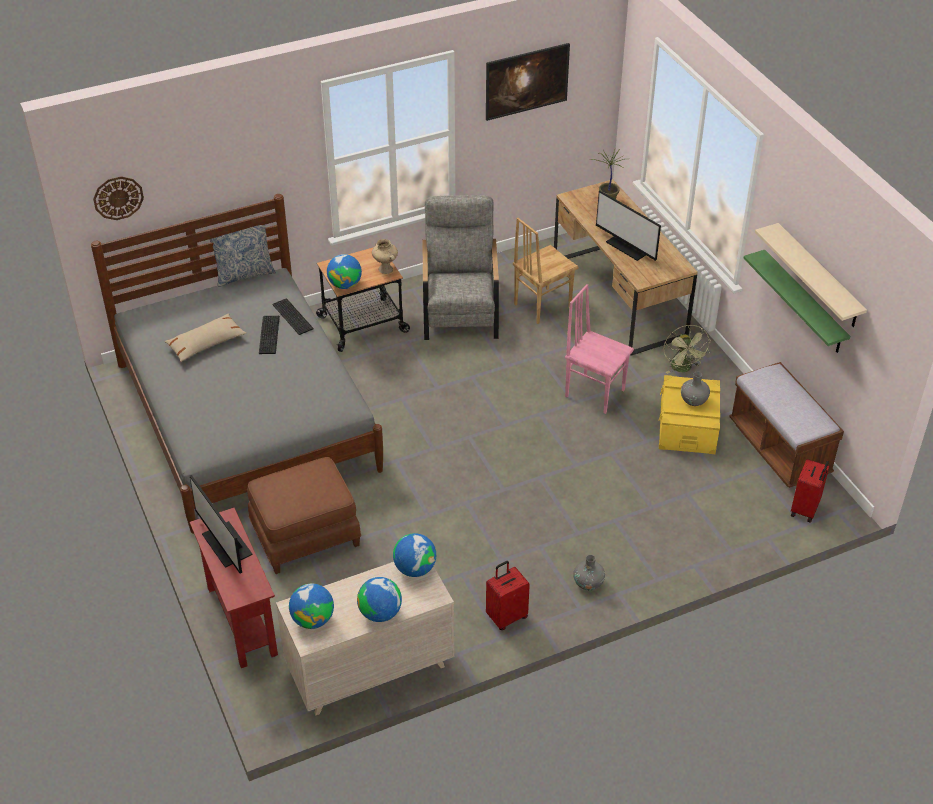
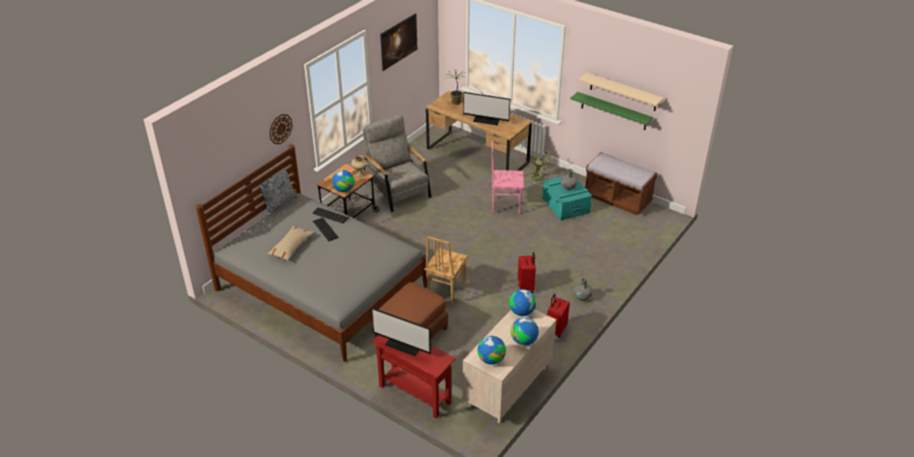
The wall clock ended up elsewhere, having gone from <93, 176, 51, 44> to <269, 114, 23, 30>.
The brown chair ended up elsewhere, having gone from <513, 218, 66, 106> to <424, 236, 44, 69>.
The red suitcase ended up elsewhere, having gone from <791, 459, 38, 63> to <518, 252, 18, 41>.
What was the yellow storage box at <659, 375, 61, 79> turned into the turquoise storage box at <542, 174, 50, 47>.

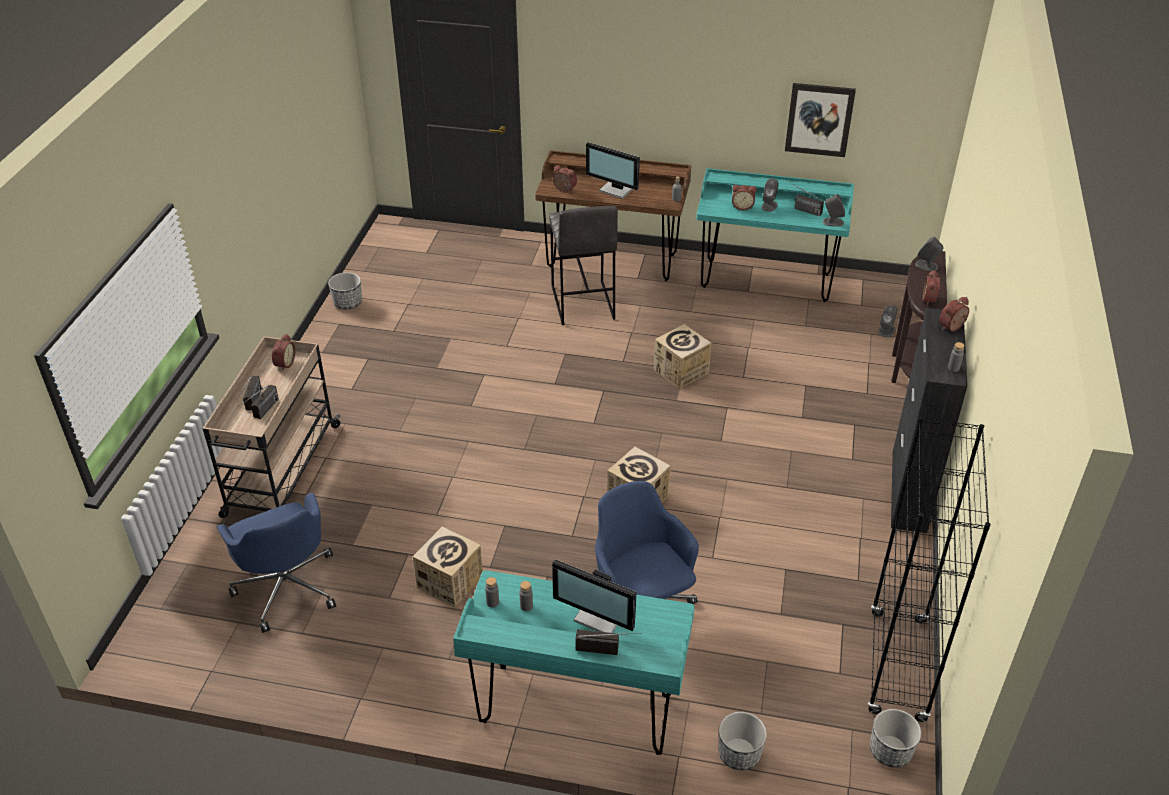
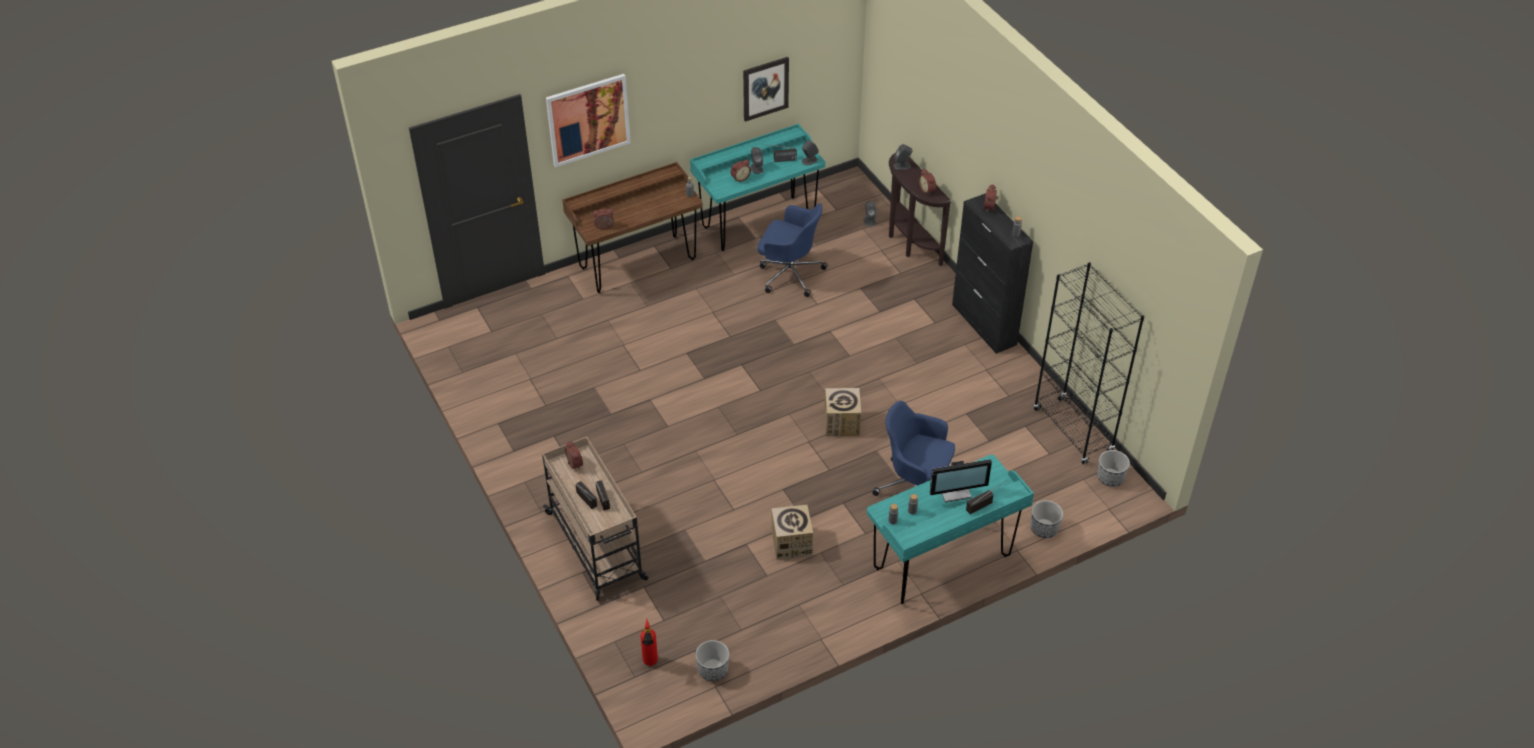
The second view lost the grey stool at <549, 206, 69, 119>.
The second view lost the monitor at <586, 142, 54, 57>.
The second view lost the cardboard box at <654, 324, 57, 65>.
The second view gained the picture at <546, 74, 85, 93>.
The second view gained the fire extinguisher at <641, 619, 17, 47>.
The blue office chair ended up elsewhere, having gone from <217, 493, 119, 140> to <757, 203, 71, 94>.
The planter ended up elsewhere, having gone from <328, 272, 34, 37> to <695, 640, 34, 41>.

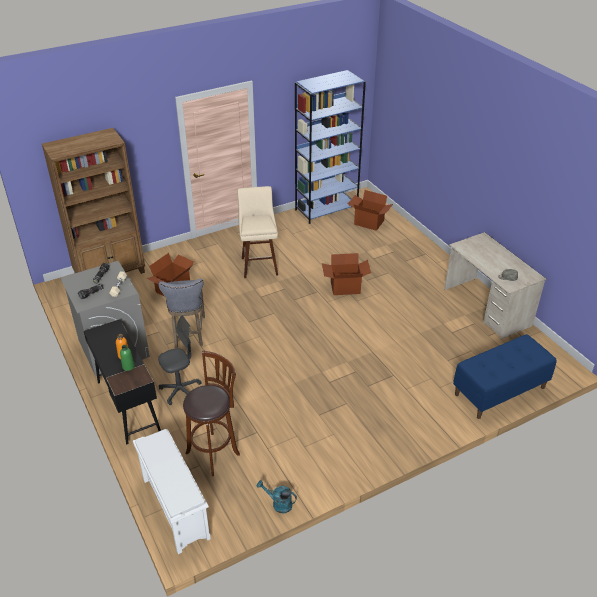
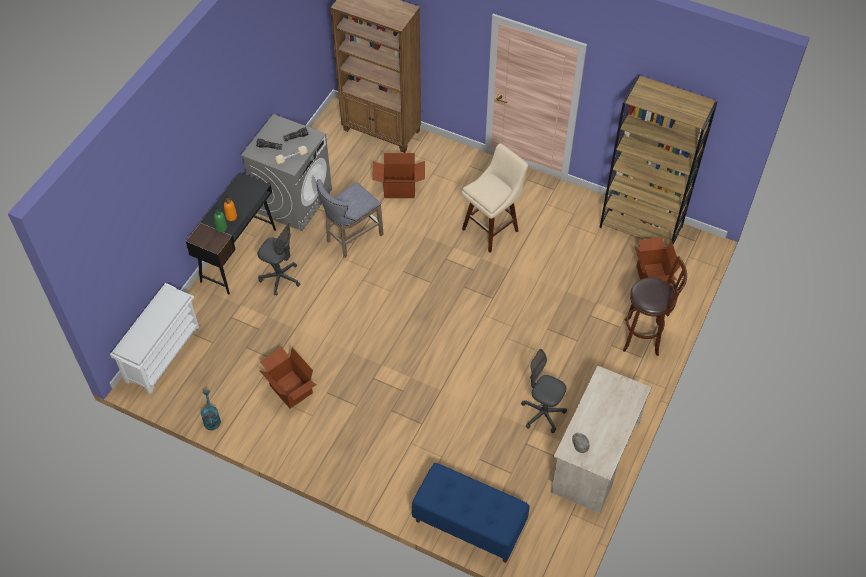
The second view gained the grey office chair at <521, 349, 46, 84>.
The brown stool ended up elsewhere, having gone from <183, 351, 57, 125> to <623, 256, 64, 100>.
The cardboard box ended up elsewhere, having gone from <322, 253, 49, 42> to <259, 347, 57, 62>.
What was the blue bookcase at <295, 70, 71, 154> turned into the brown bookcase at <599, 76, 118, 172>.

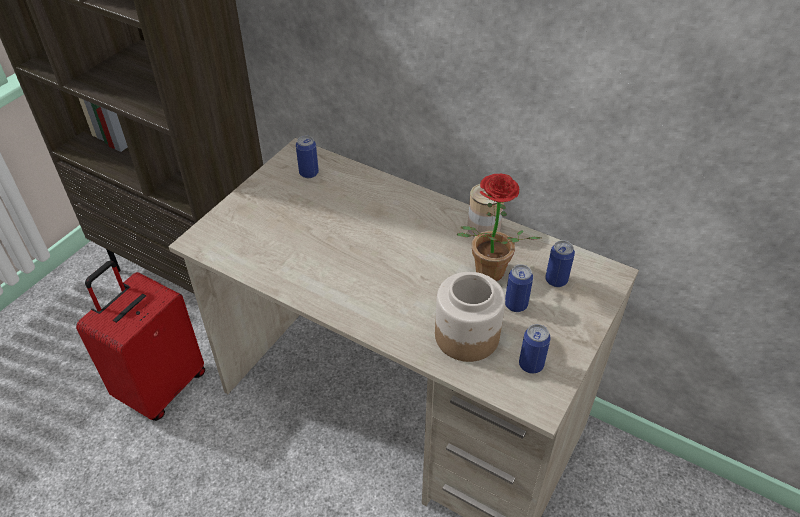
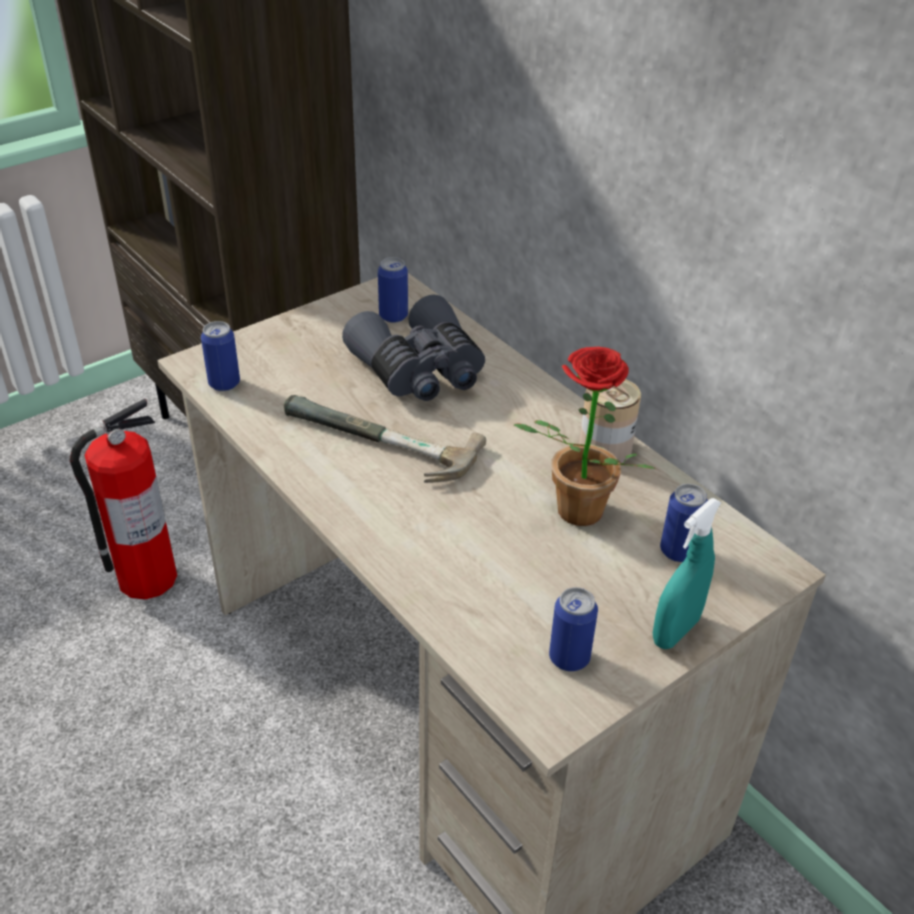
The second view lost the jar at <435, 272, 70, 90>.
The second view gained the hammer at <284, 395, 202, 88>.
The second view gained the grey binoculars at <342, 295, 143, 106>.
The second view gained the turquoise spray bottle at <653, 498, 69, 151>.
The can ended up elsewhere, having gone from <505, 264, 28, 48> to <201, 321, 39, 70>.
Where the red suitcase stood at <76, 260, 129, 161>, the fire extinguisher came to stand at <69, 399, 108, 201>.

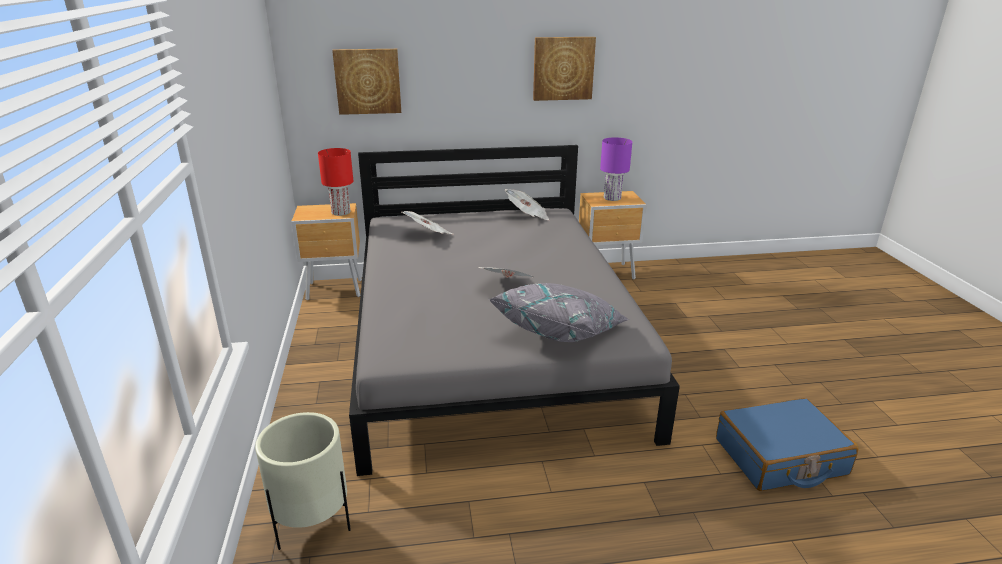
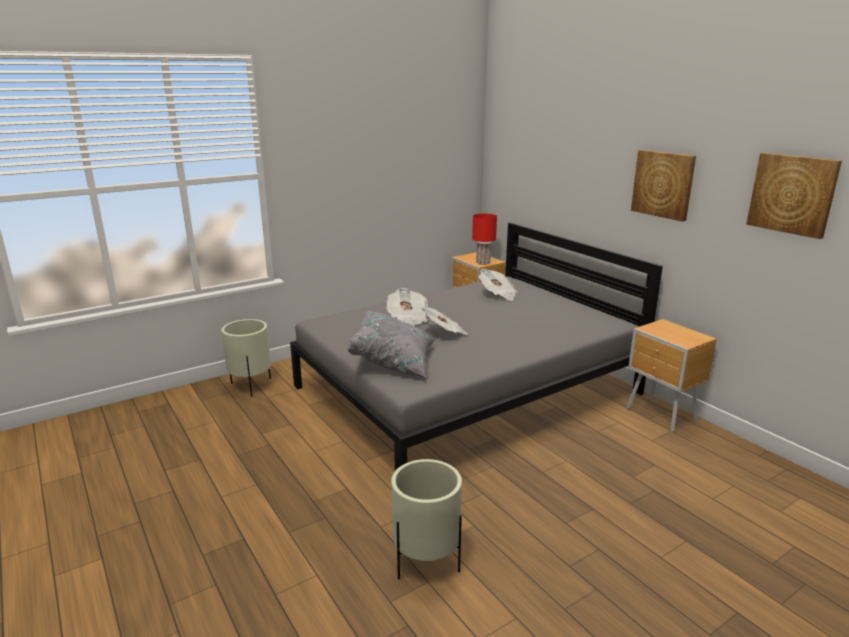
The second view lost the purple table lamp at <600, 137, 32, 64>.
The picture ended up elsewhere, having gone from <332, 49, 69, 66> to <746, 153, 96, 86>.
The newspaper ended up elsewhere, having gone from <505, 189, 44, 31> to <386, 288, 42, 38>.
Where the blue suitcase stood at <716, 398, 143, 93>, the beige planter came to stand at <391, 459, 71, 120>.

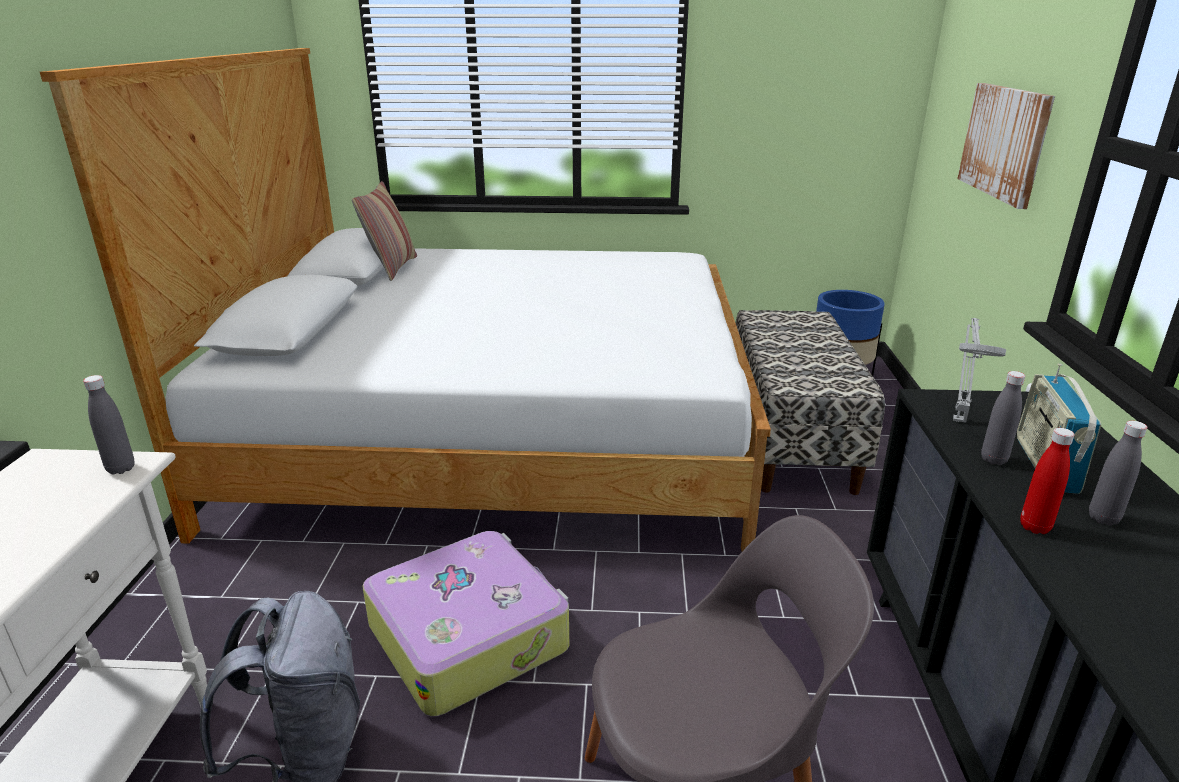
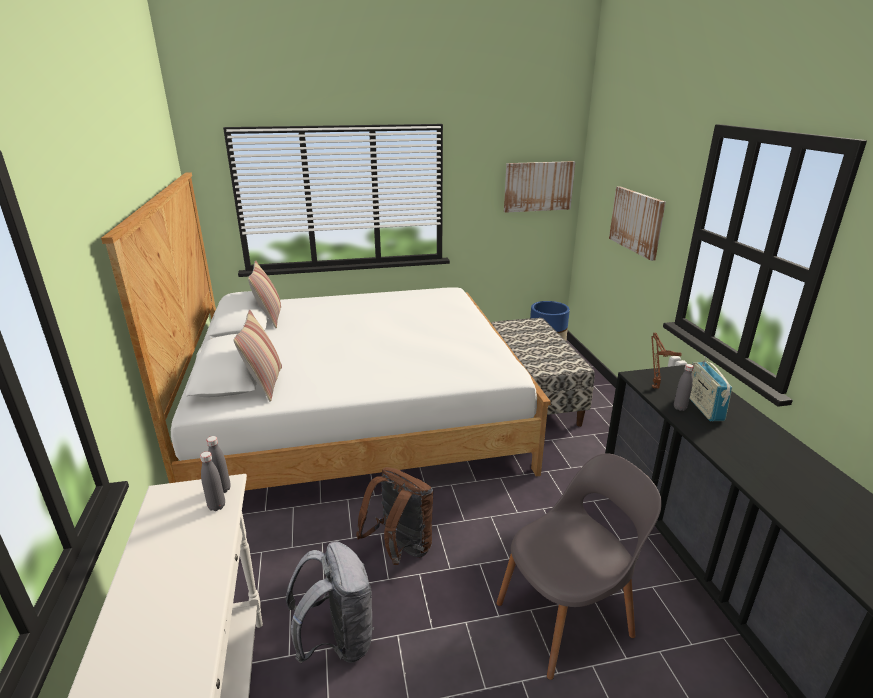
The second view lost the red bottle at <1020, 428, 55, 106>.
The second view gained the pillow at <234, 310, 48, 92>.
The second view gained the picture at <504, 161, 71, 52>.
The grey bottle ended up elsewhere, having gone from <1089, 421, 59, 105> to <200, 451, 25, 60>.
Where the suitcase stood at <362, 531, 207, 186>, the brown backpack came to stand at <356, 467, 77, 98>.
What was the grey table lamp at <953, 318, 53, 105> turned into the brown table lamp at <651, 332, 31, 56>.

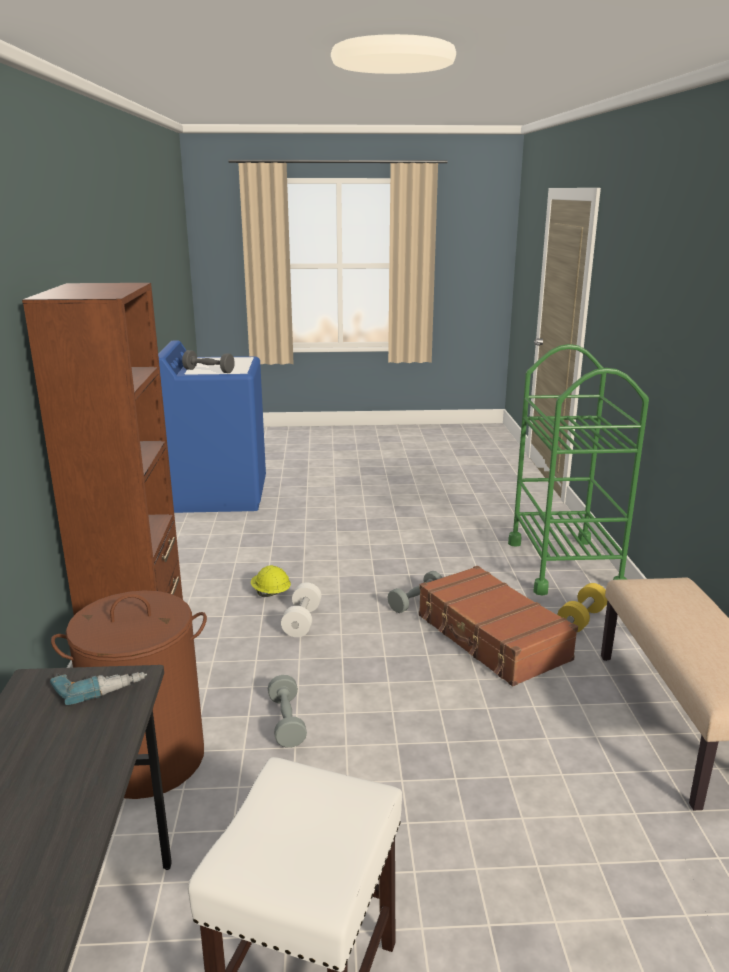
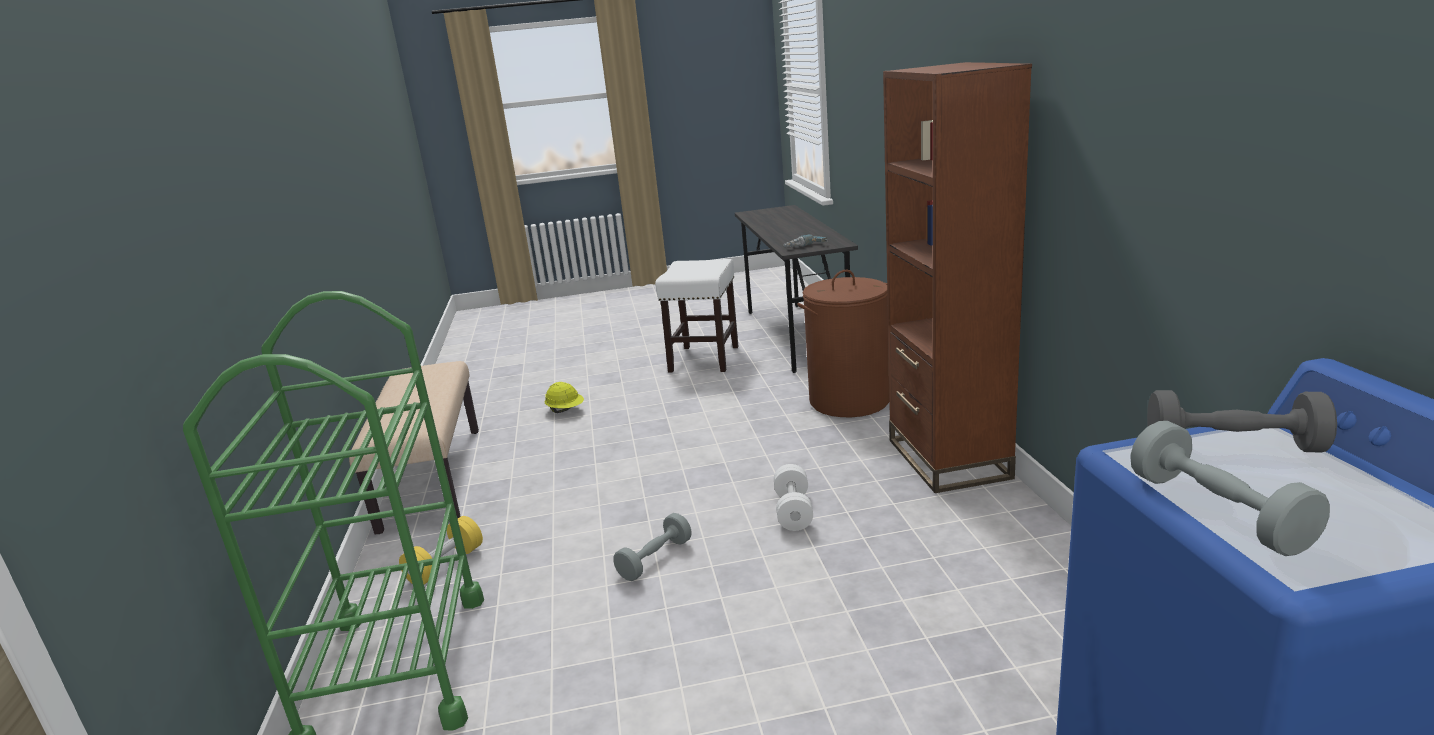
The second view lost the brown suitcase at <419, 566, 159, 120>.
The yellow hard hat ended up elsewhere, having gone from <251, 565, 40, 32> to <544, 382, 40, 31>.
The grey dumbbell ended up elsewhere, having gone from <268, 675, 39, 73> to <1130, 421, 200, 135>.

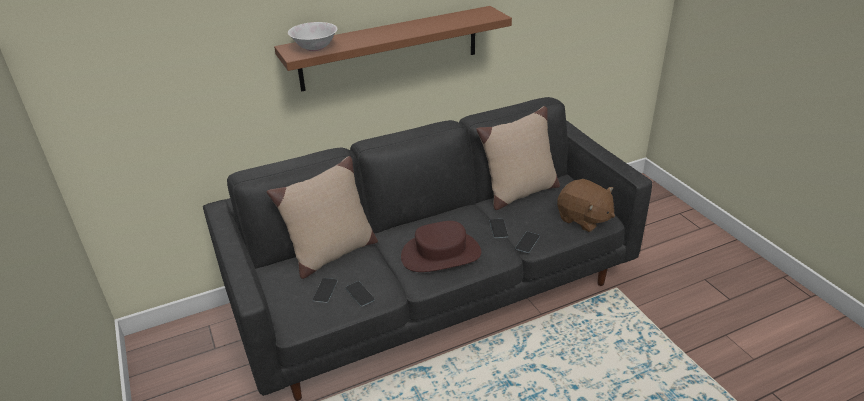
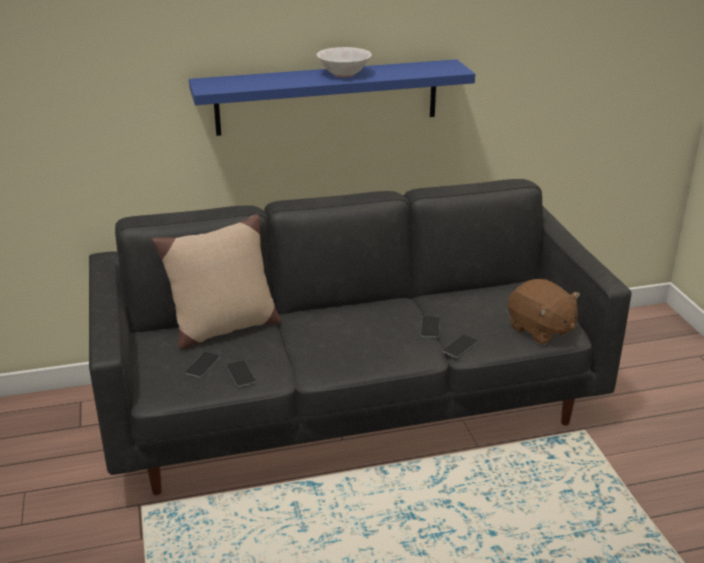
The second view lost the brown hat at <401, 221, 80, 51>.
The second view lost the beige pillow at <476, 106, 84, 104>.
The white bowl ended up elsewhere, having gone from <288, 22, 49, 29> to <317, 47, 55, 30>.
What was the brown shelf at <274, 6, 238, 86> turned into the blue shelf at <189, 59, 286, 77>.

